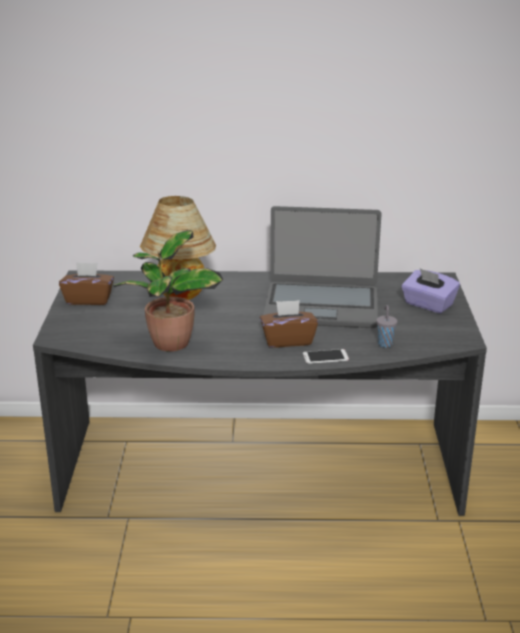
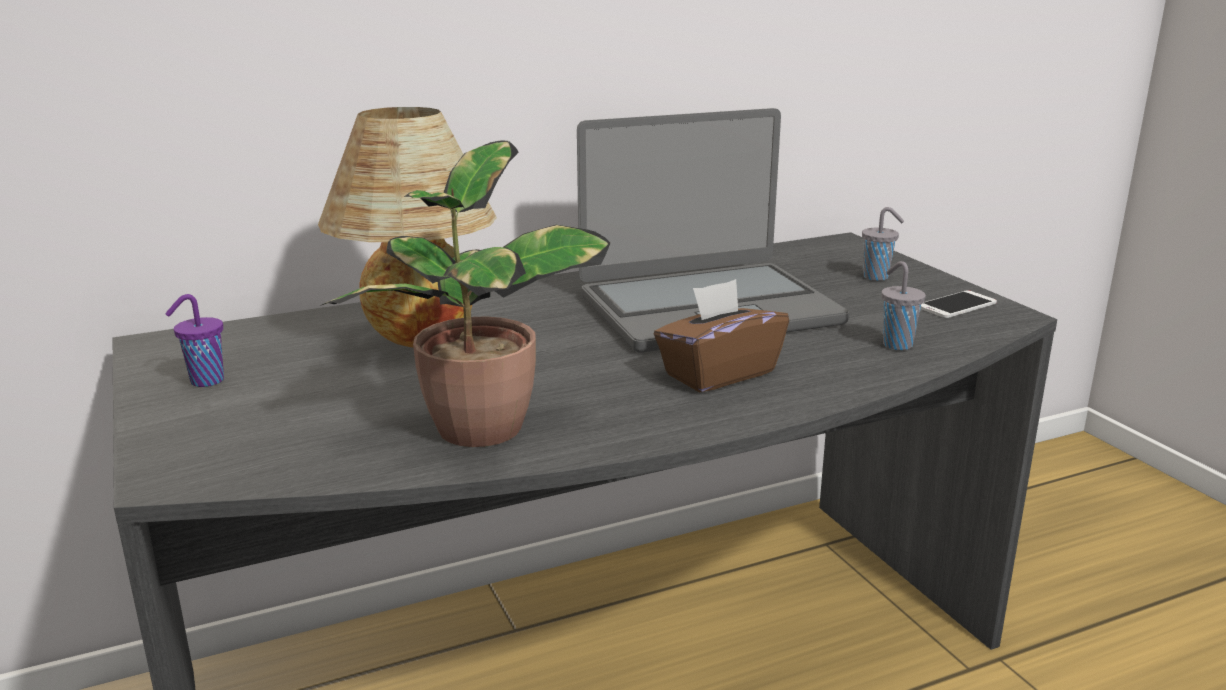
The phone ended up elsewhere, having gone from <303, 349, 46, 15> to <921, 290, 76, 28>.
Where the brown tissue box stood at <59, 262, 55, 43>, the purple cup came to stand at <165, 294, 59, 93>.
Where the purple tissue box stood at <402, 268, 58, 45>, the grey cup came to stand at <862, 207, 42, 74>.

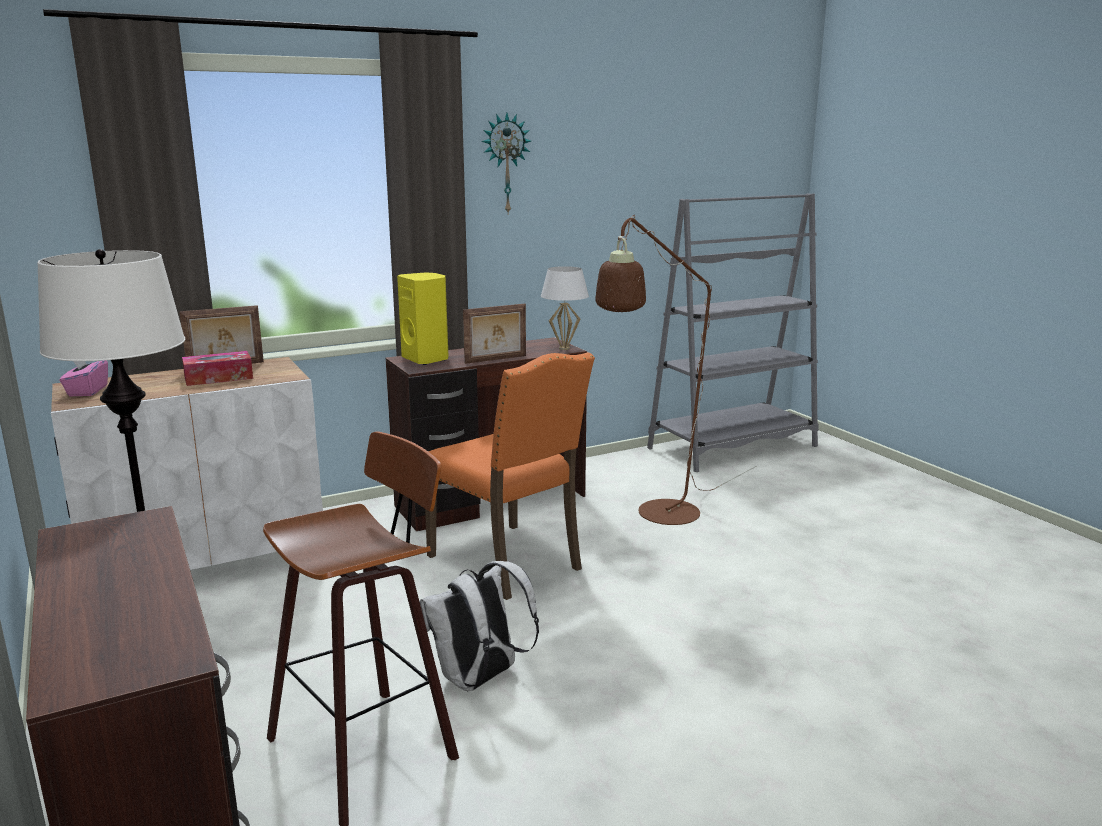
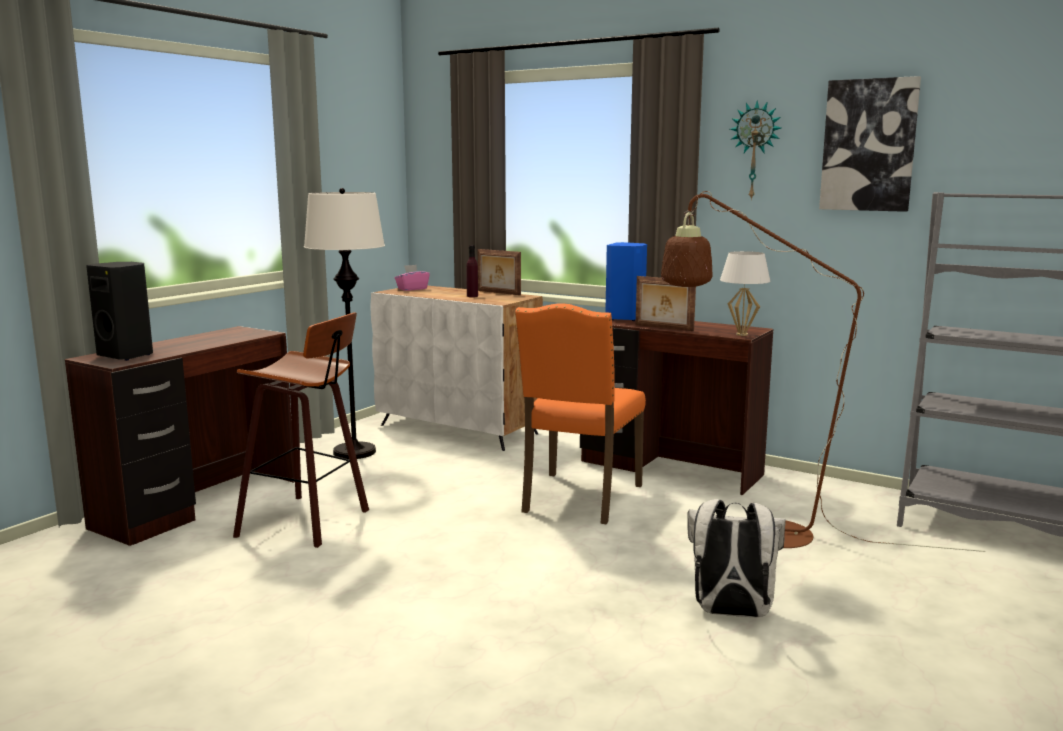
The second view gained the black speaker at <86, 262, 67, 99>.
The second view gained the picture at <819, 76, 102, 136>.
The white backpack ended up elsewhere, having gone from <420, 561, 119, 130> to <687, 499, 99, 119>.
Where the tissue box stood at <182, 351, 71, 35>, the purple bottle came to stand at <466, 245, 12, 52>.
What was the yellow speaker at <397, 272, 52, 93> turned into the blue speaker at <605, 242, 42, 79>.

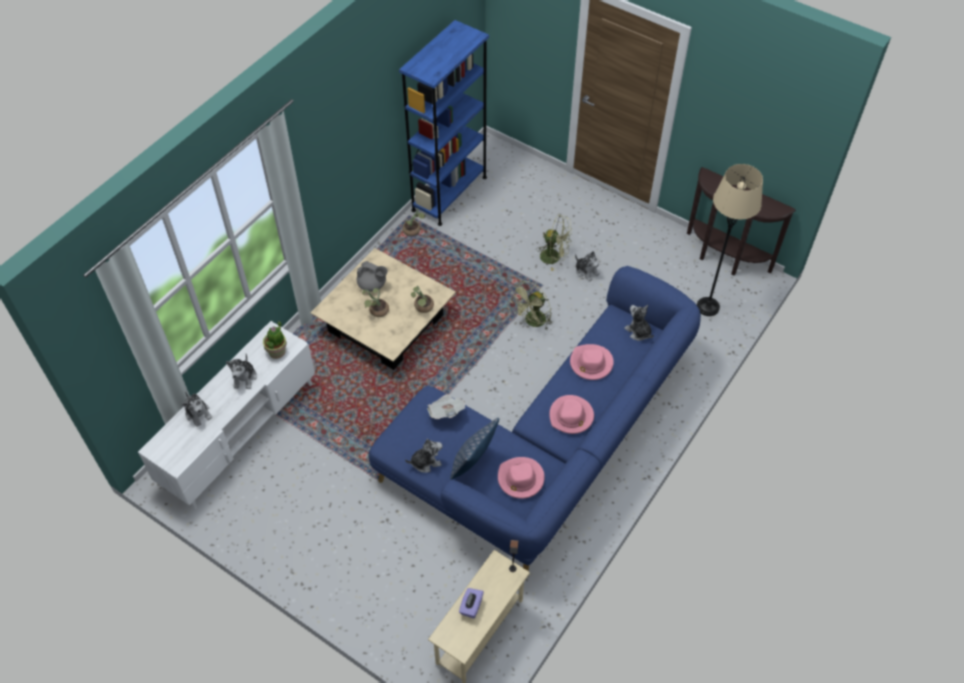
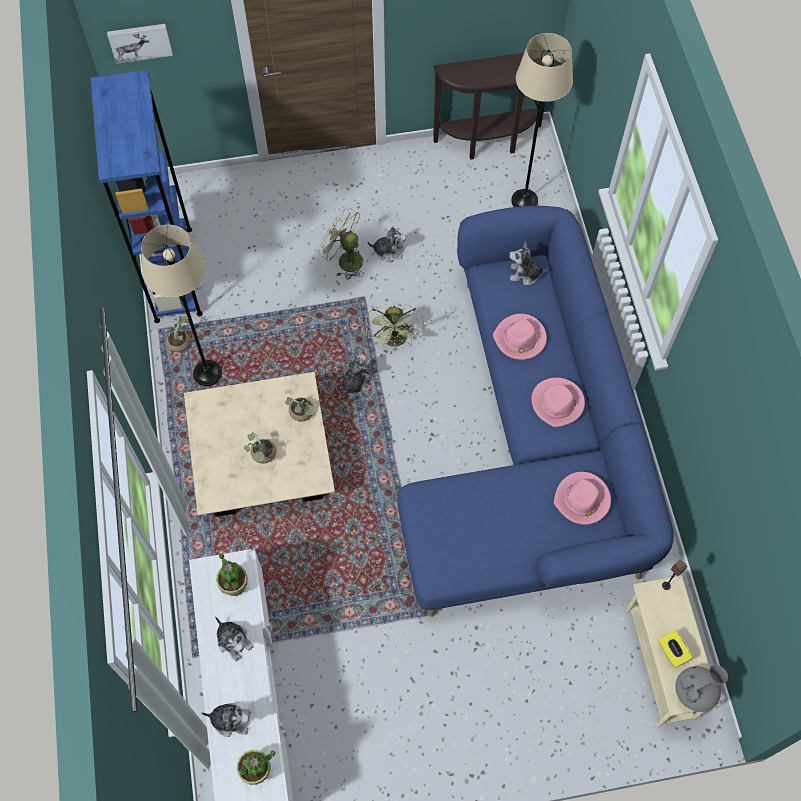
The second view lost the newspaper at <427, 394, 38, 25>.
The second view lost the pillow at <450, 418, 49, 62>.
The second view gained the picture at <107, 24, 66, 40>.
The second view gained the beige floor lamp at <141, 225, 81, 161>.
The second view gained the potted plant at <237, 750, 39, 35>.
The grey teapot ended up elsewhere, having gone from <357, 261, 31, 31> to <675, 664, 53, 48>.
The plush toy ended up elsewhere, having gone from <405, 438, 37, 35> to <341, 355, 29, 41>.
What was the purple tissue box at <459, 588, 25, 31> turned into the yellow tissue box at <658, 630, 35, 37>.
The green fan at <536, 214, 36, 57> ended up facing another way, 120 degrees counterclockwise from before.

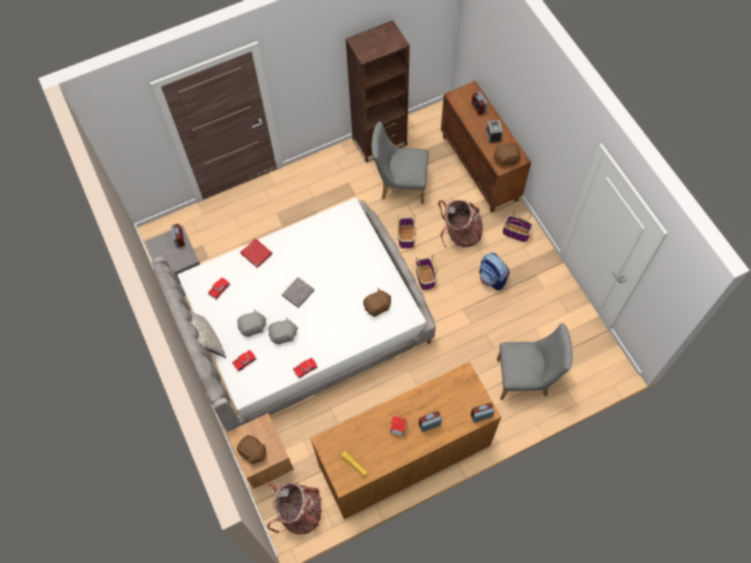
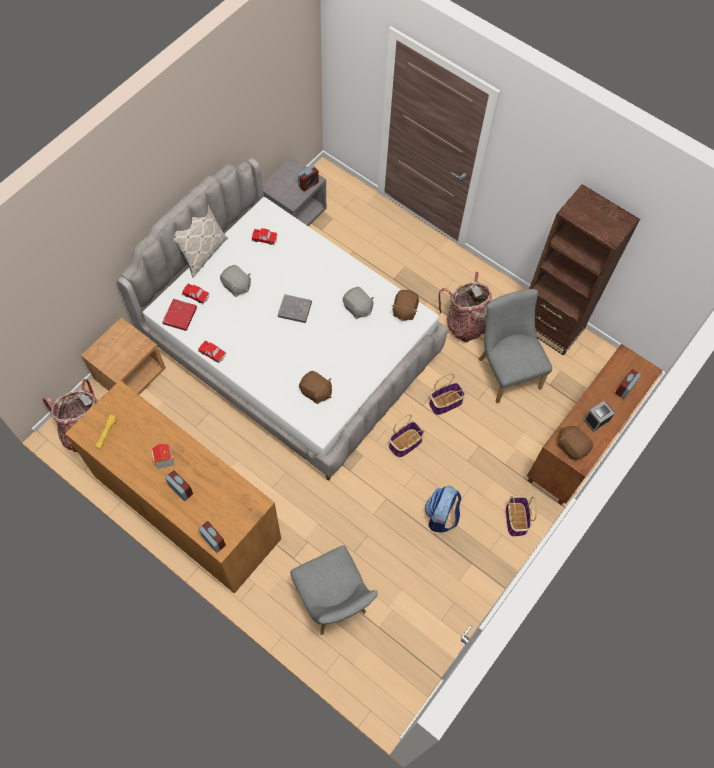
The brown plush toy ended up elsewhere, having gone from <237, 435, 29, 30> to <392, 290, 27, 31>.
The red book ended up elsewhere, having gone from <240, 238, 32, 30> to <162, 299, 35, 32>.
The grey plush toy ended up elsewhere, having gone from <269, 317, 29, 28> to <343, 287, 31, 32>.
The backpack ended up elsewhere, having gone from <438, 200, 45, 48> to <438, 272, 54, 70>.

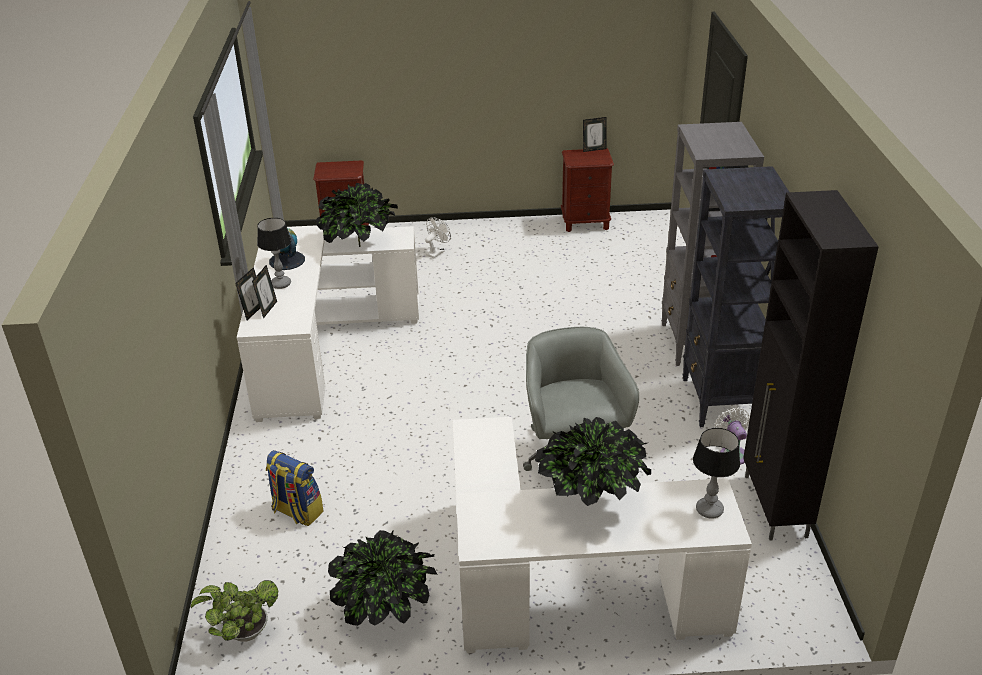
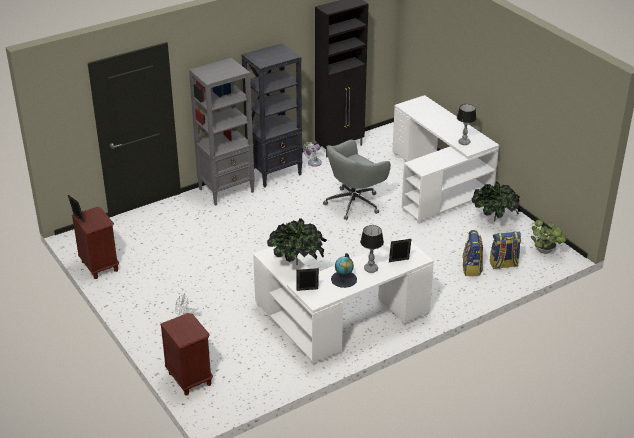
The second view lost the potted plant at <535, 417, 116, 89>.
The second view gained the backpack at <490, 232, 31, 37>.
The picture frame ended up elsewhere, having gone from <235, 267, 25, 53> to <297, 268, 22, 23>.
The table lamp ended up elsewhere, having gone from <693, 428, 47, 91> to <457, 104, 20, 41>.

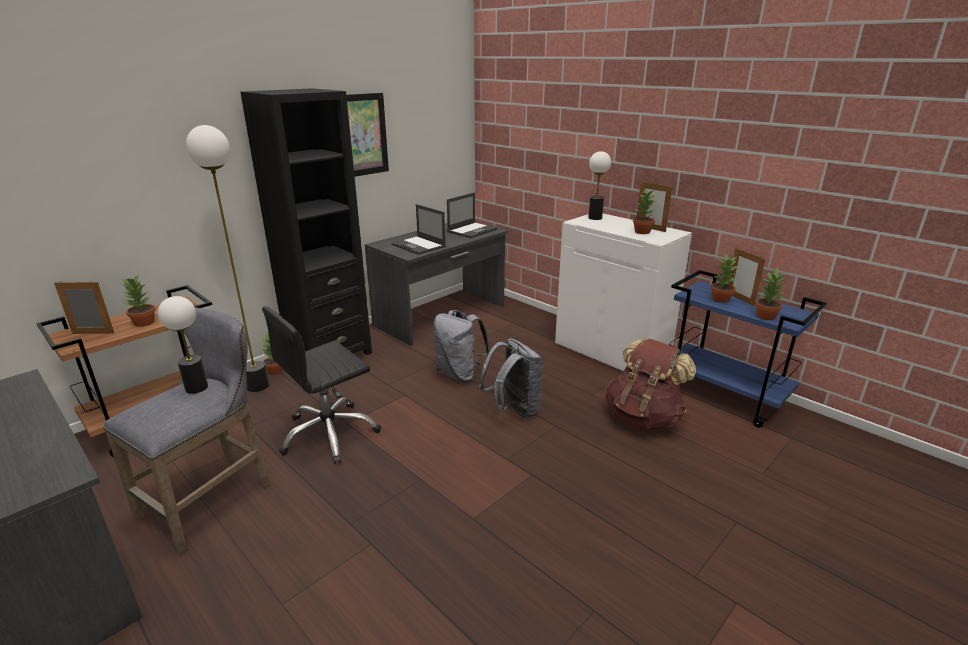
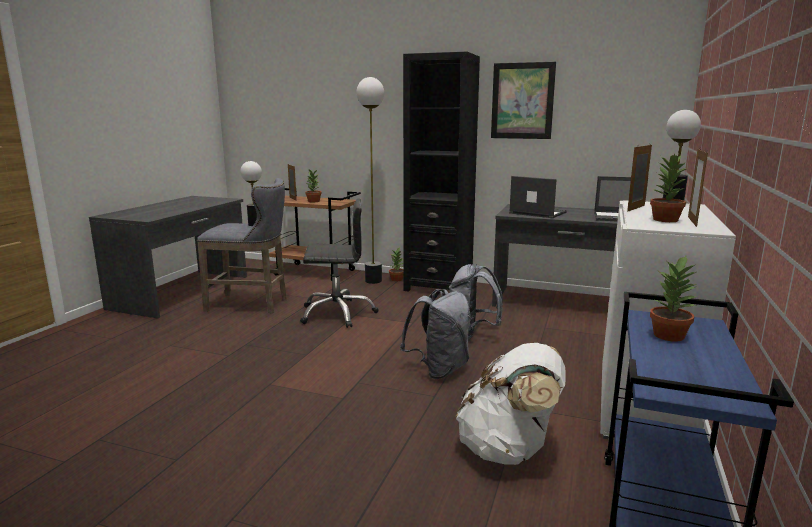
The second view lost the potted plant at <755, 268, 31, 52>.
The picture frame ended up elsewhere, having gone from <728, 248, 37, 58> to <627, 144, 25, 68>.
What was the brown backpack at <605, 339, 91, 91> turned into the white backpack at <456, 343, 110, 122>.
The black office chair at <262, 306, 119, 158> ended up facing another way, 150 degrees clockwise from before.
The laptop at <391, 204, 55, 51> ended up facing another way, 105 degrees clockwise from before.

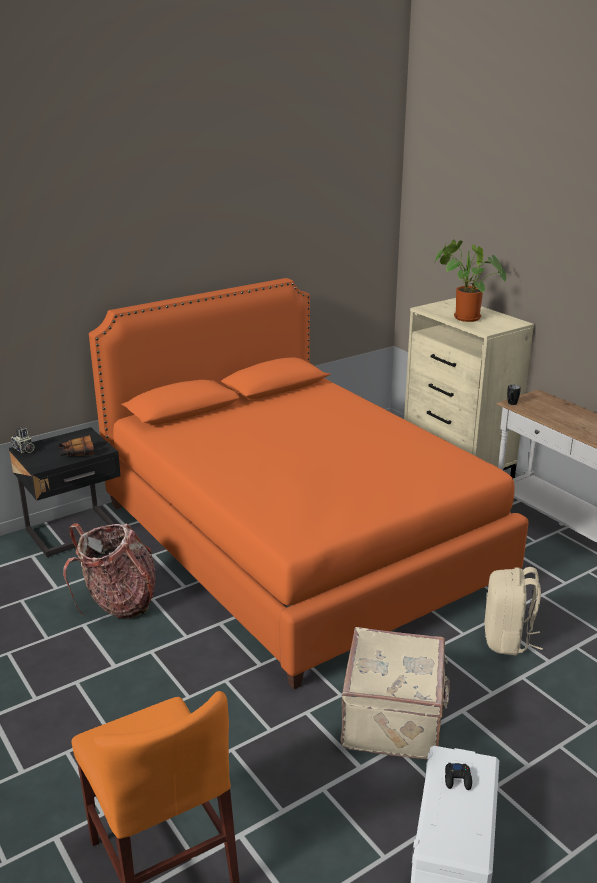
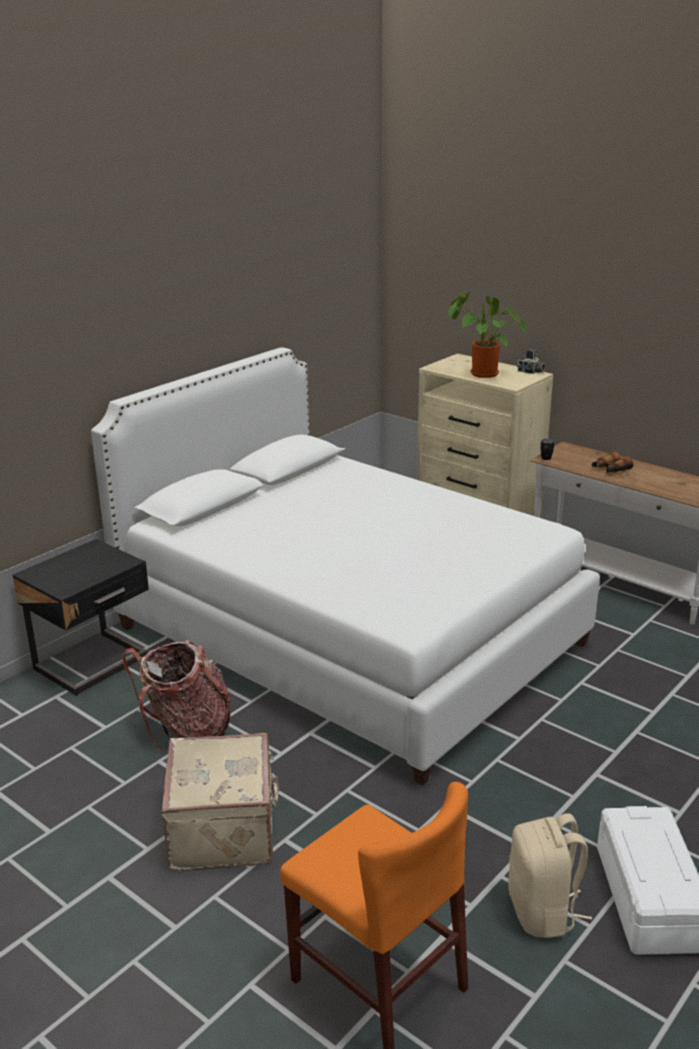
The second view lost the black game controller at <445, 763, 27, 27>.
The photo camera ended up elsewhere, having gone from <11, 427, 24, 26> to <517, 349, 28, 25>.
The binoculars ended up elsewhere, having gone from <58, 435, 36, 21> to <592, 452, 41, 21>.
The beige suitcase ended up elsewhere, having gone from <341, 627, 109, 132> to <161, 733, 119, 138>.
The beige backpack ended up elsewhere, having gone from <484, 567, 59, 88> to <508, 814, 84, 124>.
What was the orange bed at <89, 278, 440, 411> turned into the white bed at <91, 347, 509, 439>.

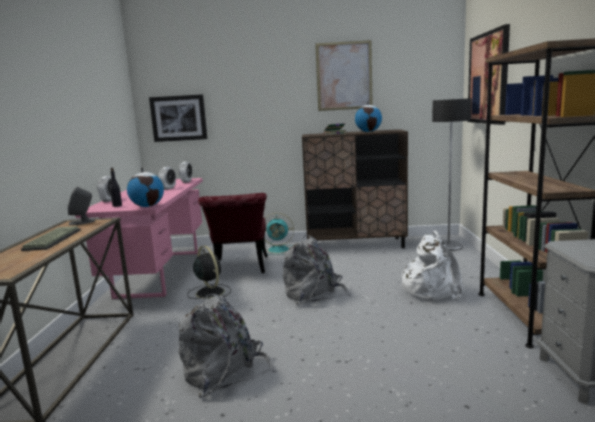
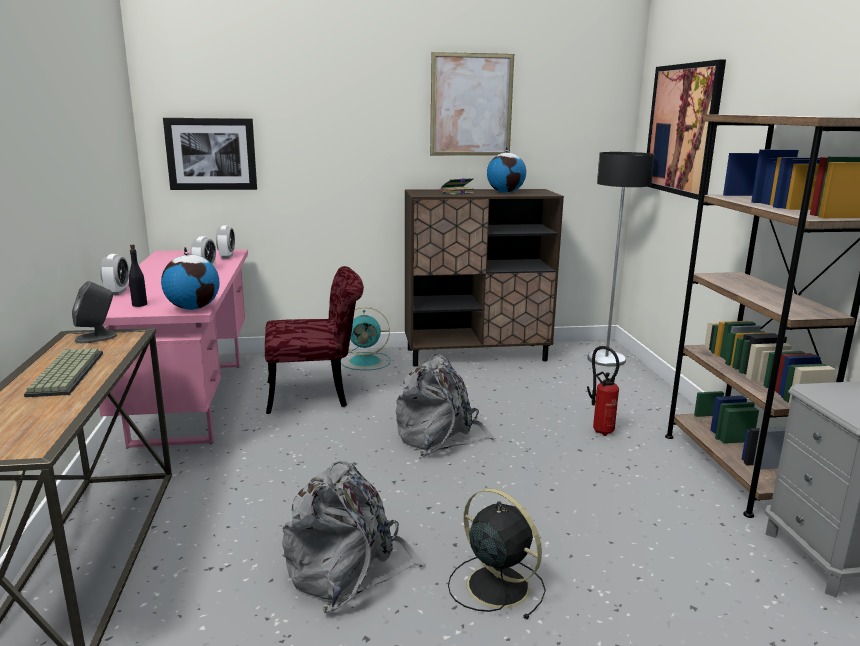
The black fan ended up elsewhere, having gone from <187, 246, 44, 53> to <448, 489, 98, 131>.
Where the white backpack stood at <398, 231, 65, 71>, the fire extinguisher came to stand at <587, 346, 32, 90>.
The red chair at <198, 193, 70, 80> ended up facing another way, 90 degrees counterclockwise from before.

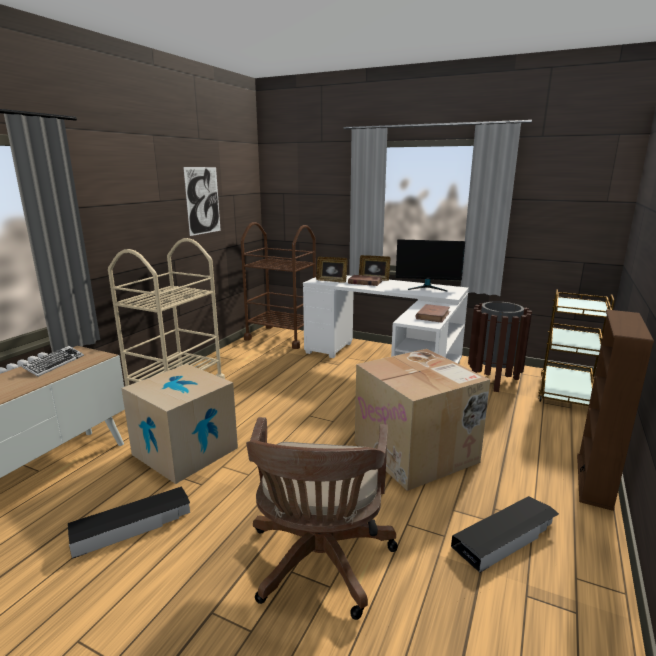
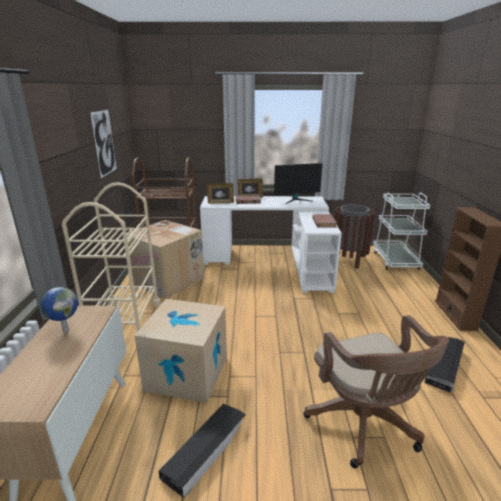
The cardboard box ended up elsewhere, having gone from <355, 349, 135, 142> to <127, 220, 77, 79>.
Where the keyboard stood at <21, 346, 63, 31>, the globe came to stand at <40, 287, 38, 45>.
What was the brown cart at <538, 289, 76, 117> turned into the white cart at <373, 193, 57, 77>.

